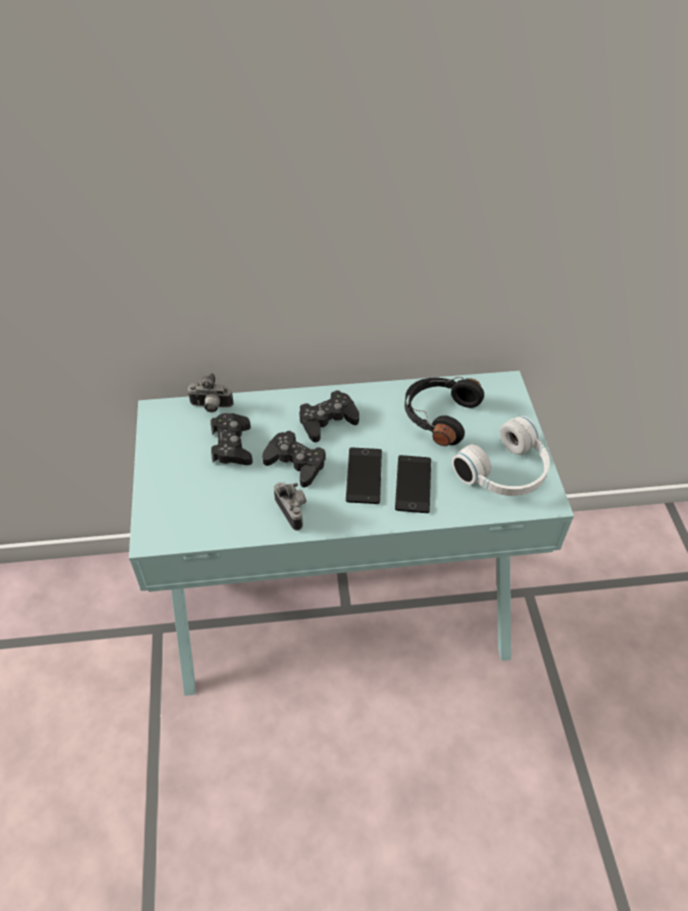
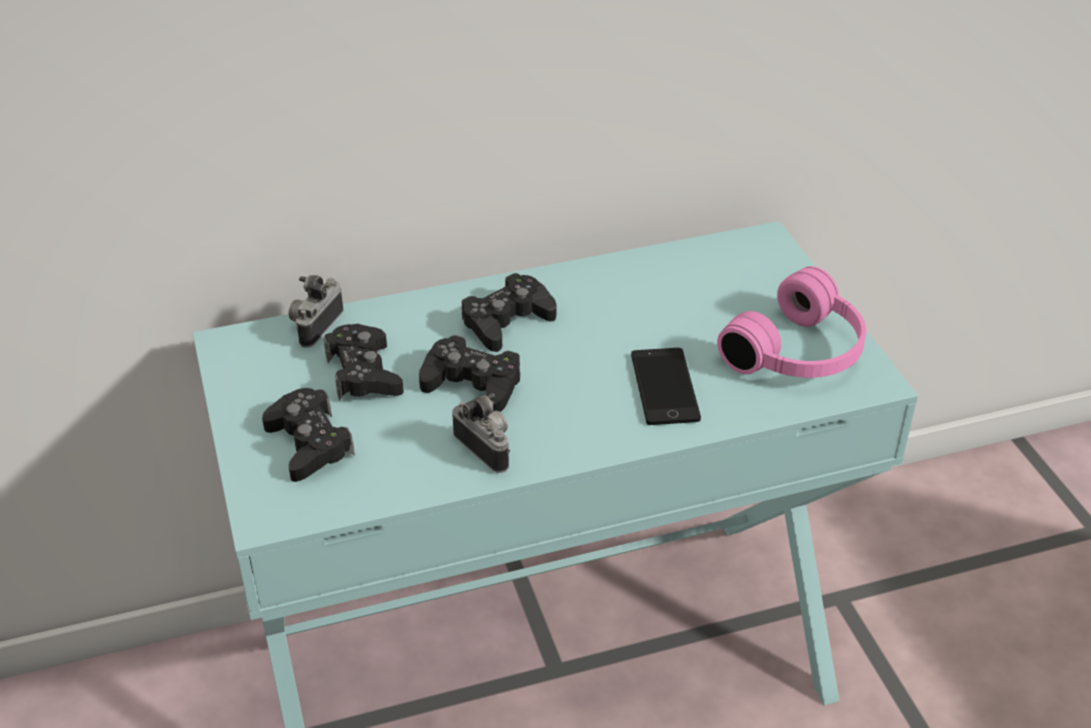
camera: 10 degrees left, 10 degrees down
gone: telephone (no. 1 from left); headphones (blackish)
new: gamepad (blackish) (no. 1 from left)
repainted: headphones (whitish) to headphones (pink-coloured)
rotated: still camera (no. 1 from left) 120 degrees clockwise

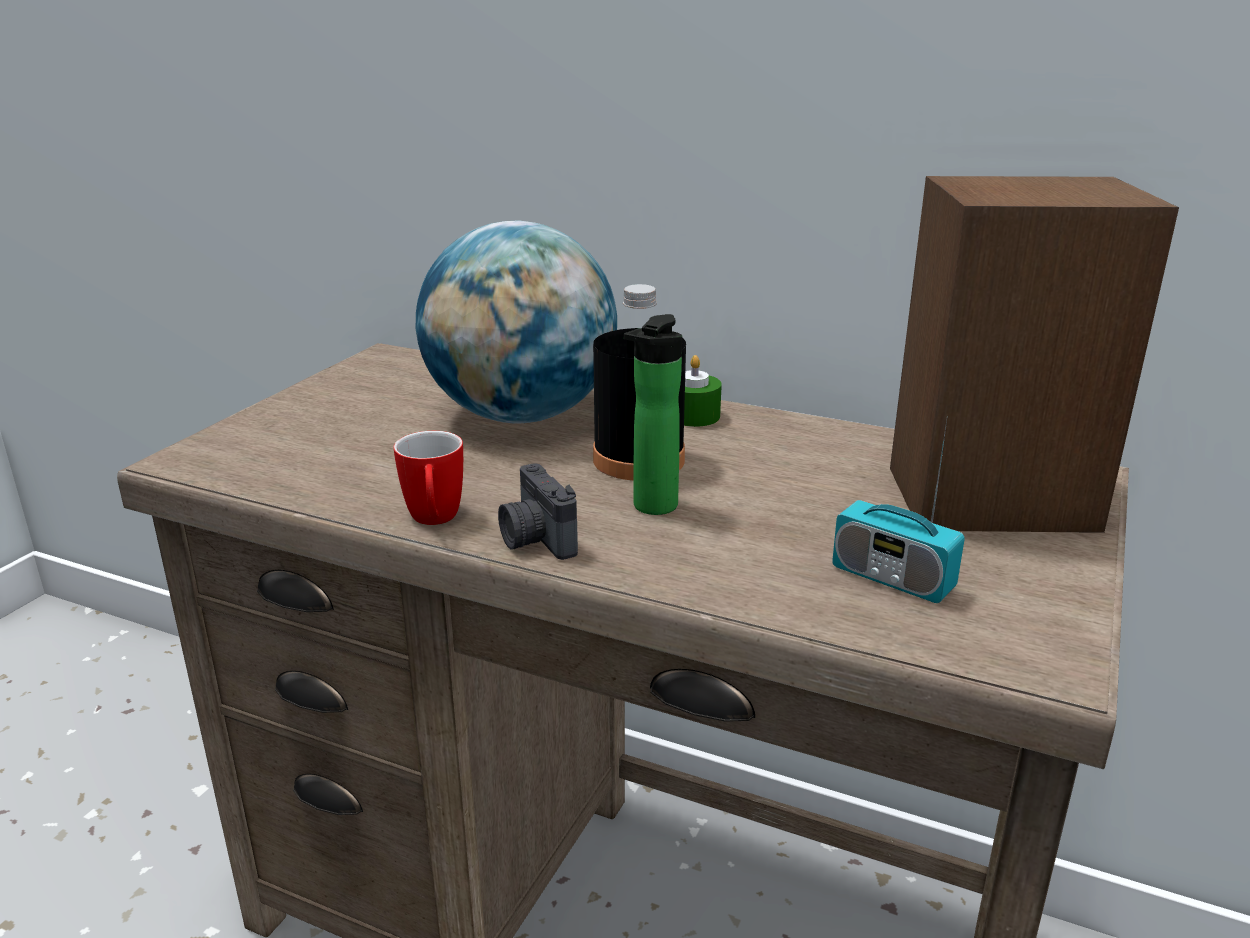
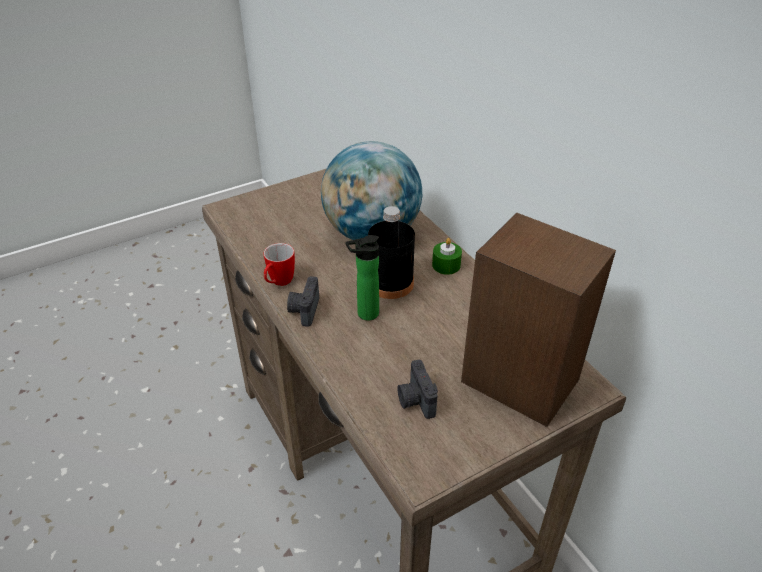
camera: 35 degrees right, 15 degrees up
swapped: radio receiver to still camera (no. 2 from left)

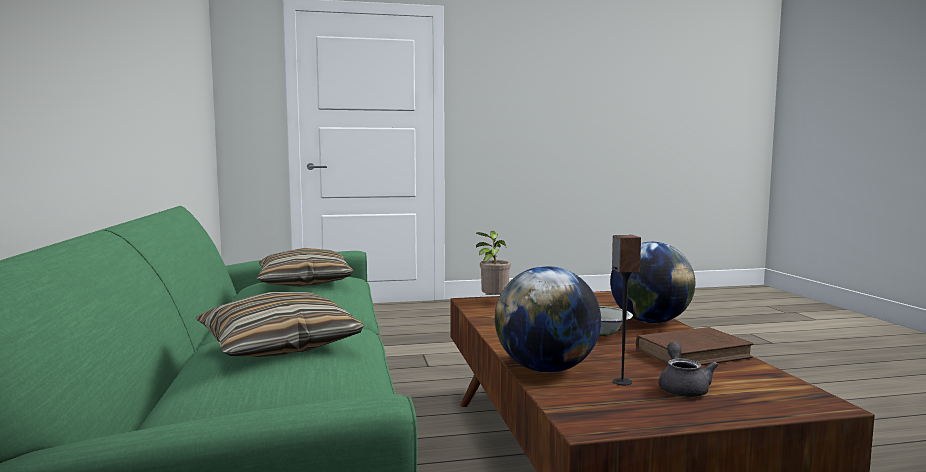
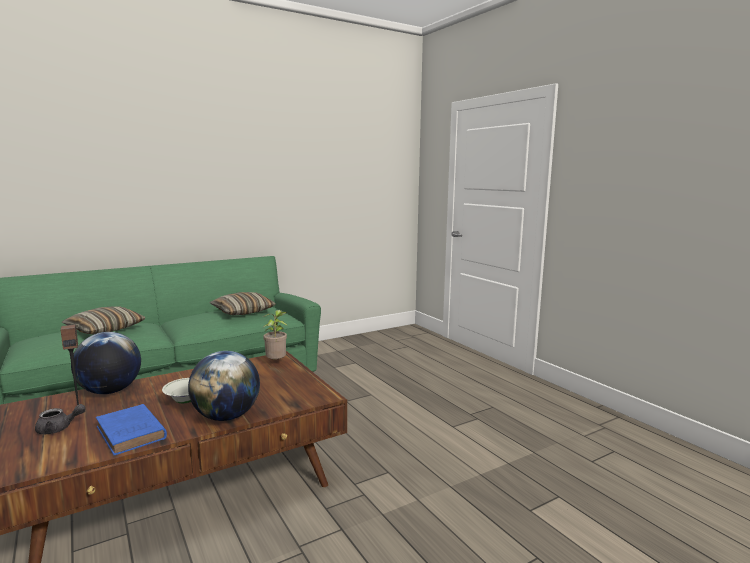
camera: 70 degrees right, 5 degrees up
repainted: volume (brownish) to volume (blue)

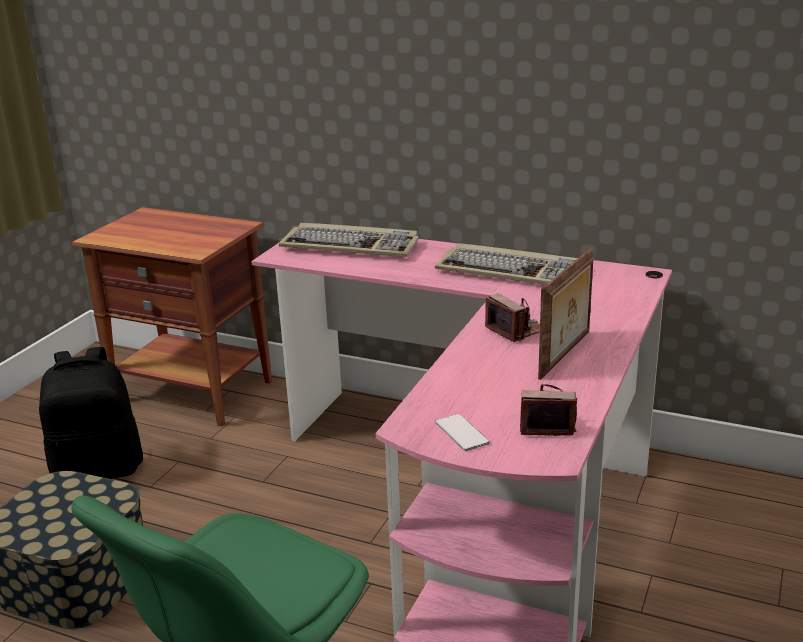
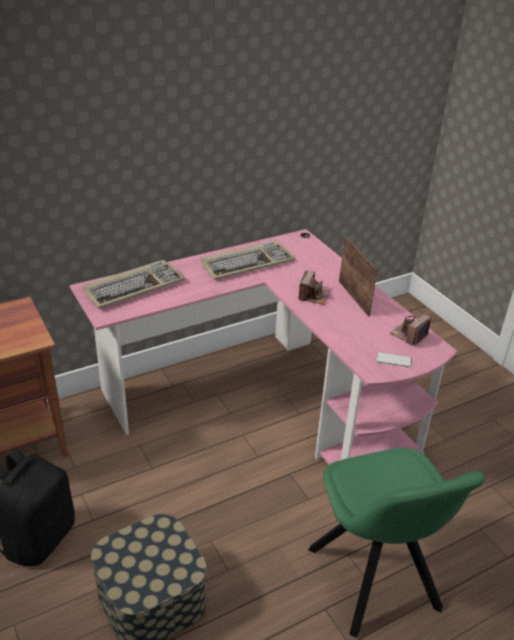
camera: 55 degrees left, 10 degrees up
rotated: still camera (no. 1 from left) 105 degrees clockwise

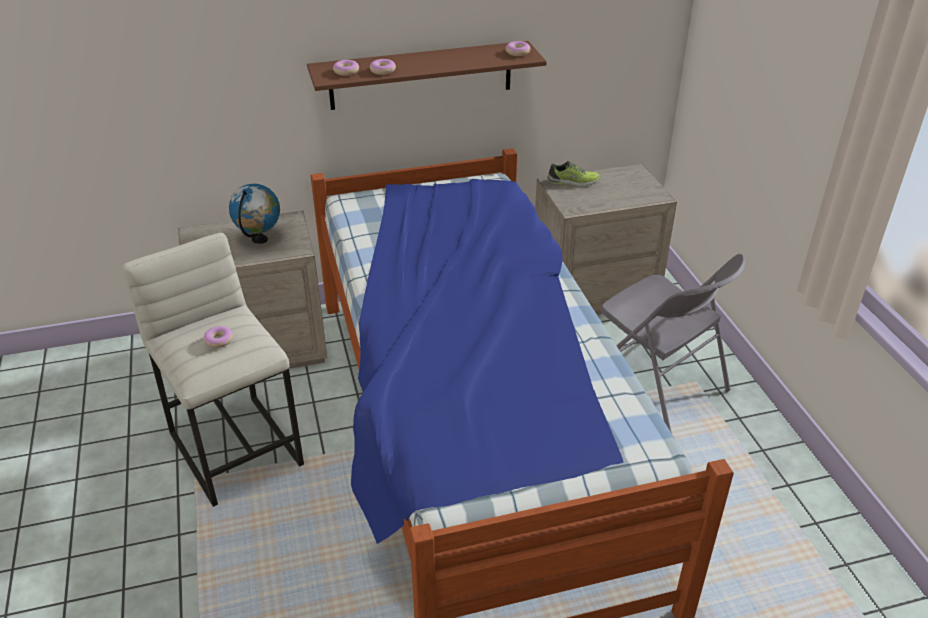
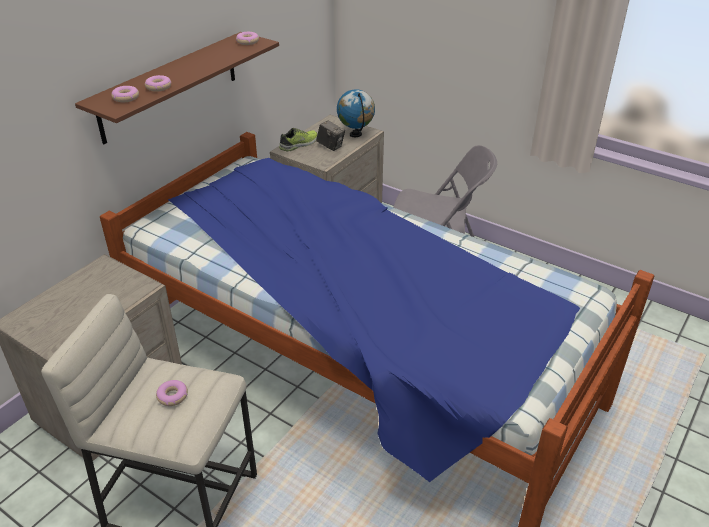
camera: 40 degrees left, 0 degrees up
new: still camera
shifted: globe

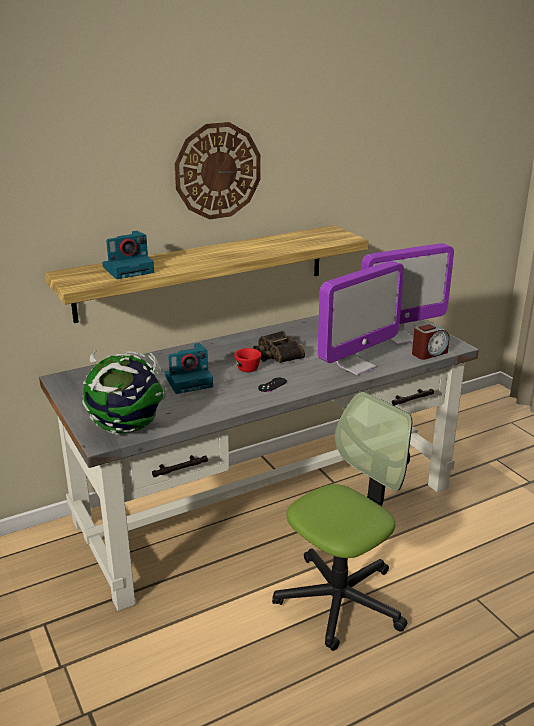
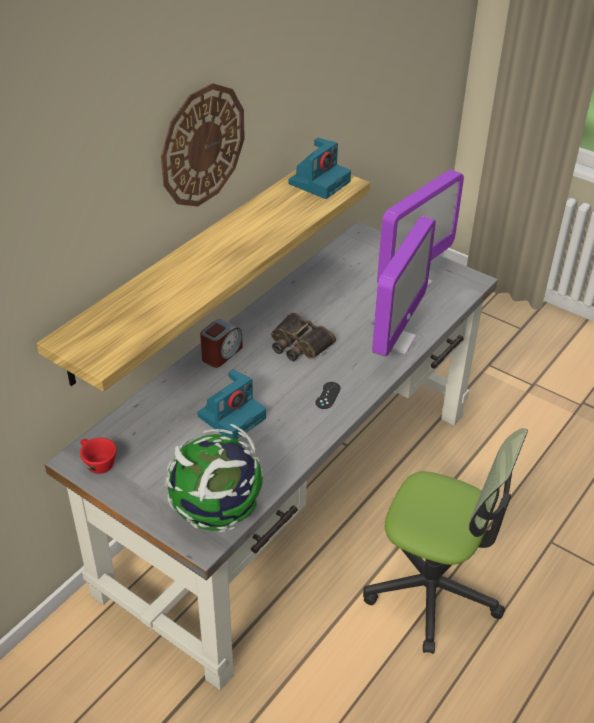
camera: 25 degrees left, 15 degrees up
shifted: cup (red); alarm clock; still camera (no. 1 from left in the first image) to still camera (no. 2 from left)
rotated: office chair 90 degrees clockwise

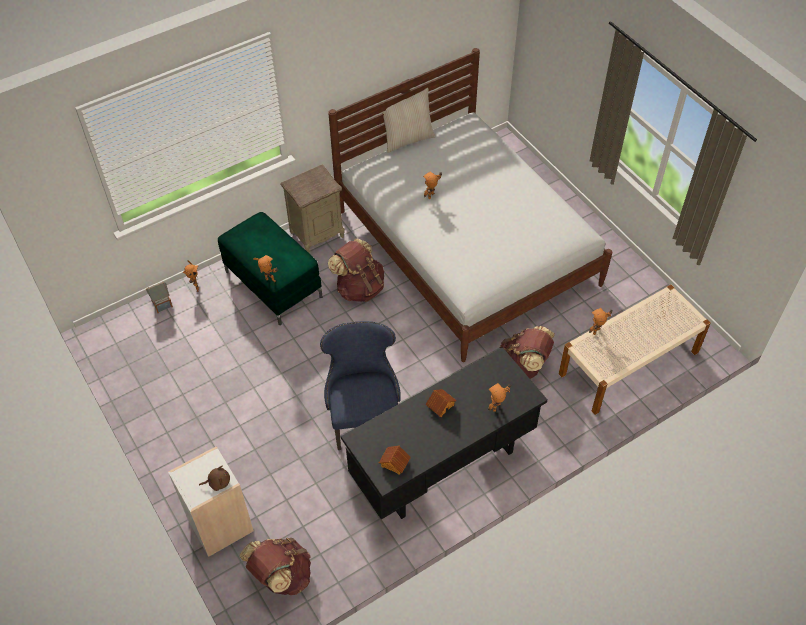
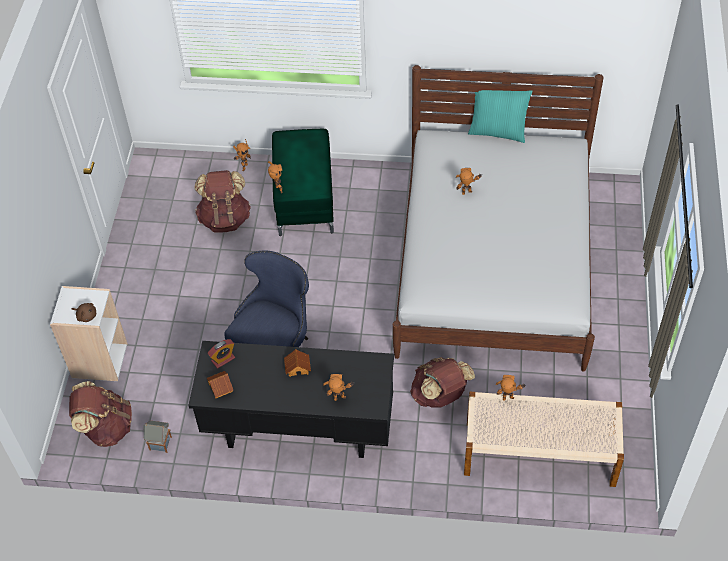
camera: 40 degrees right, 0 degrees up
gone: bedside table (beige-coloured)
new: alarm clock
shifted: miniature house (no. 1 from left); knapsack (brownish) (no. 2 from left)
repainted: cushion (beige-coloured) to cushion (turquoise)

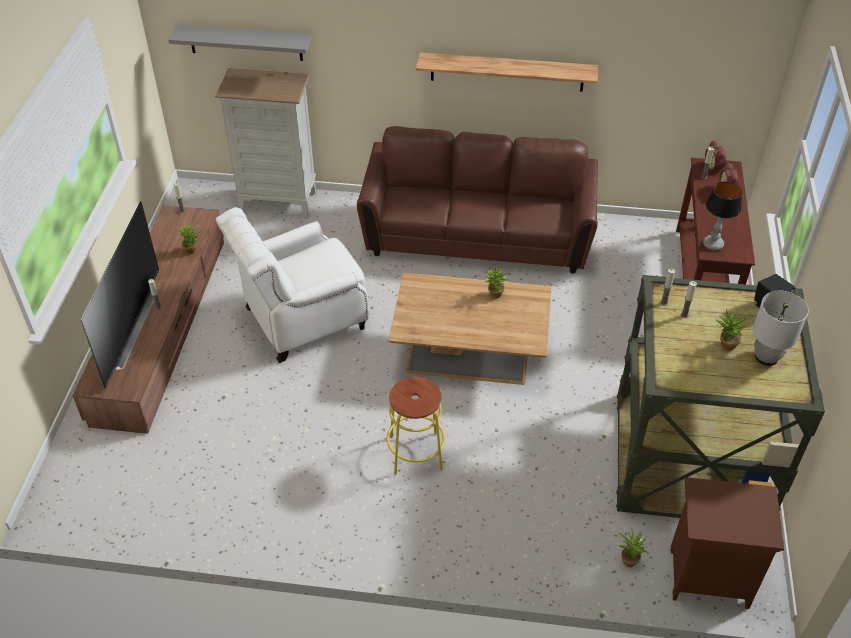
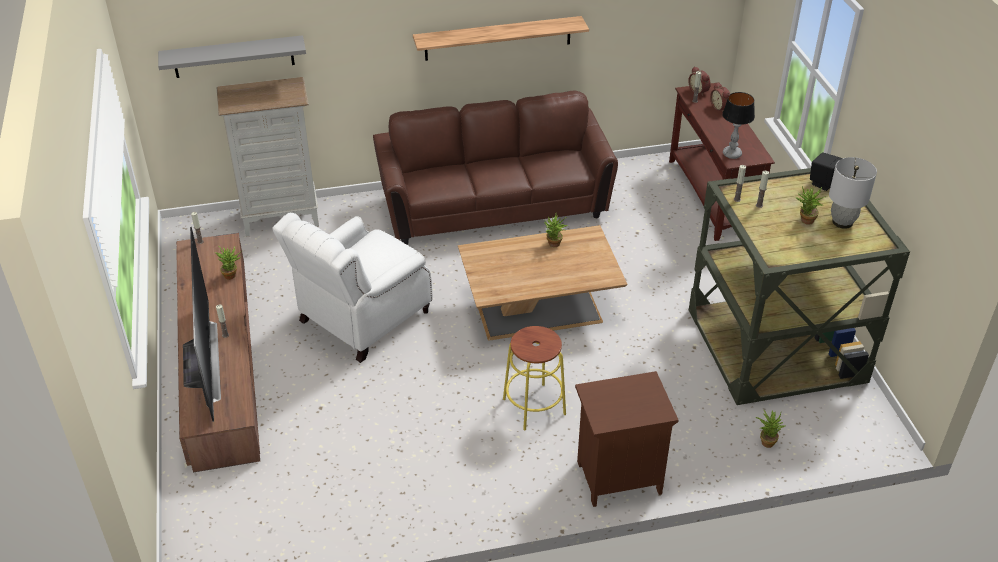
camera: 20 degrees left, 5 degrees down
shifted: bedside table (brownish)

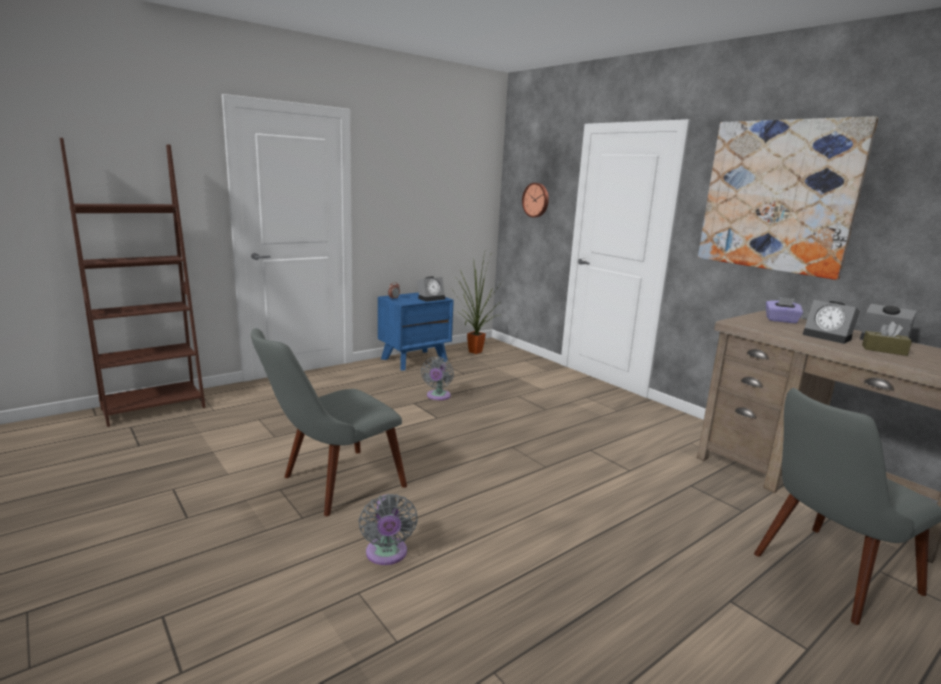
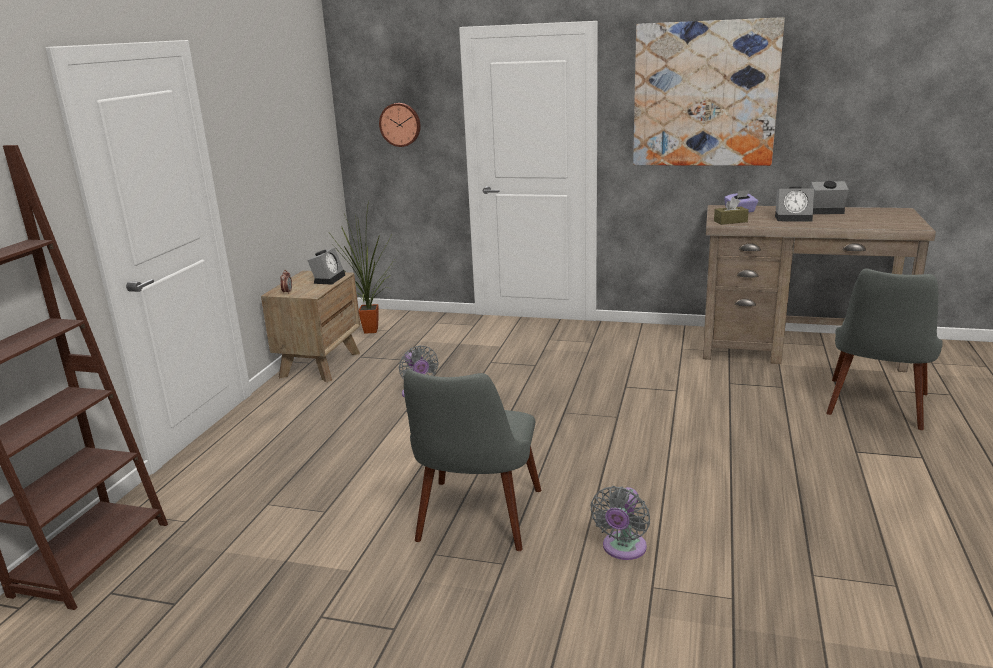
camera: 35 degrees left, 5 degrees up
shifted: tissue holder (brownish)
repainted: bedside table (blue) to bedside table (brownish)
rotated: electric fan (greyish) (no. 1 from left in the first image) 75 degrees clockwise

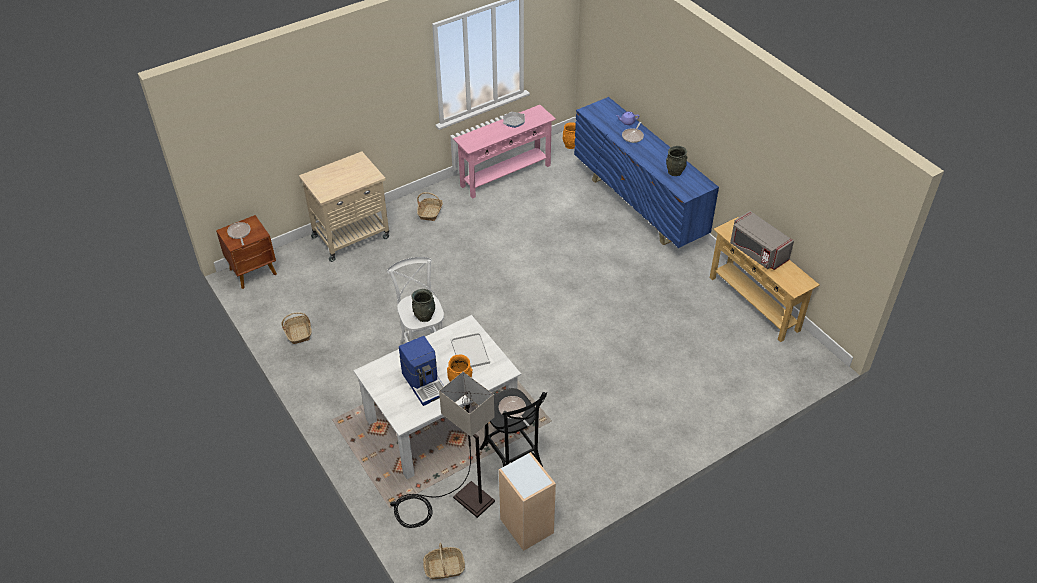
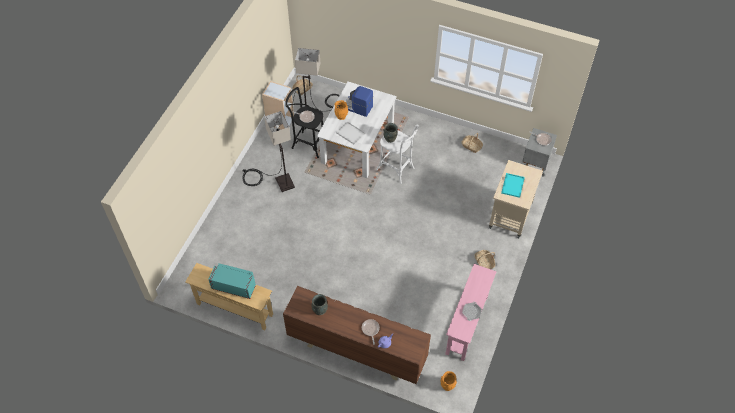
camera: 145 degrees right, 10 degrees up
new: standing lamp (no. 1 from left); carrying tray (turquoise)
repainted: microwave (greyish) to microwave (turquoise); cabinet (blue) to cabinet (brownish); bedside table (brownish) to bedside table (greyish)

